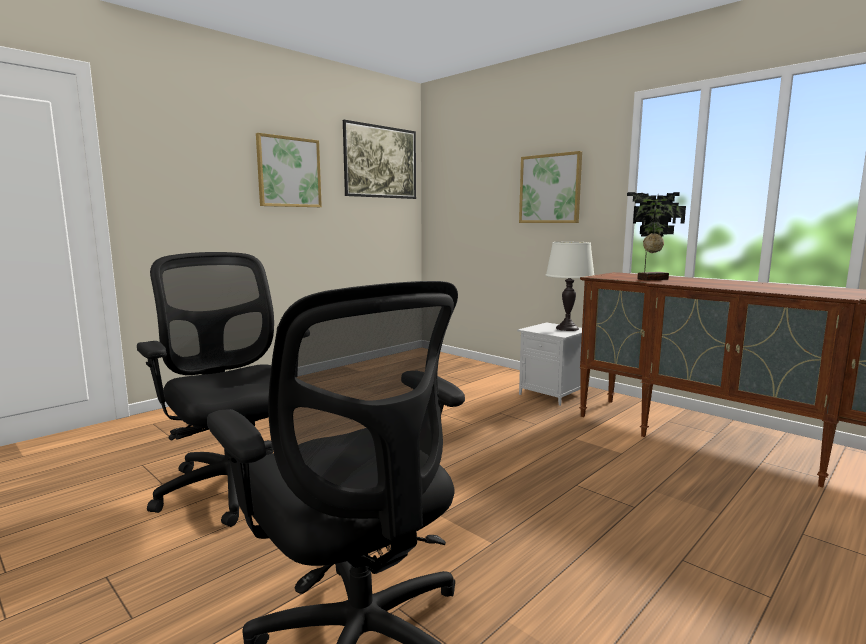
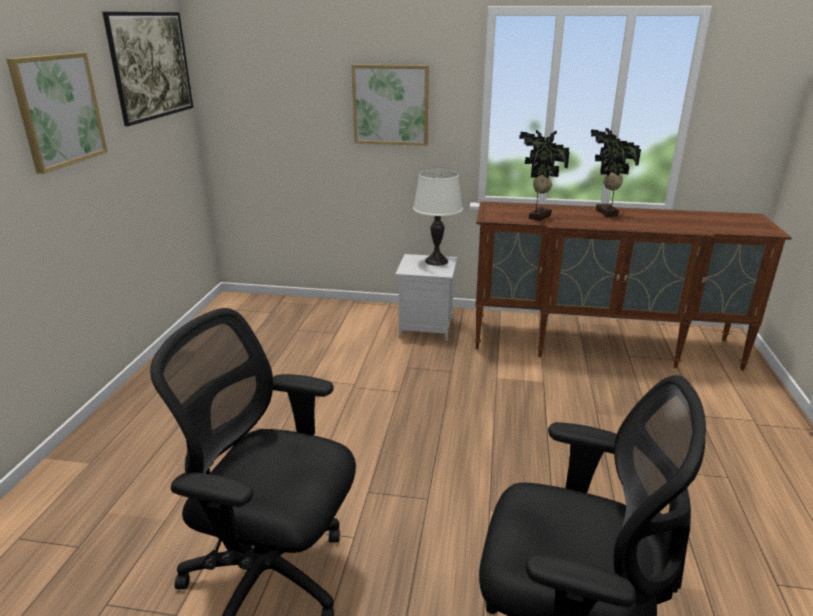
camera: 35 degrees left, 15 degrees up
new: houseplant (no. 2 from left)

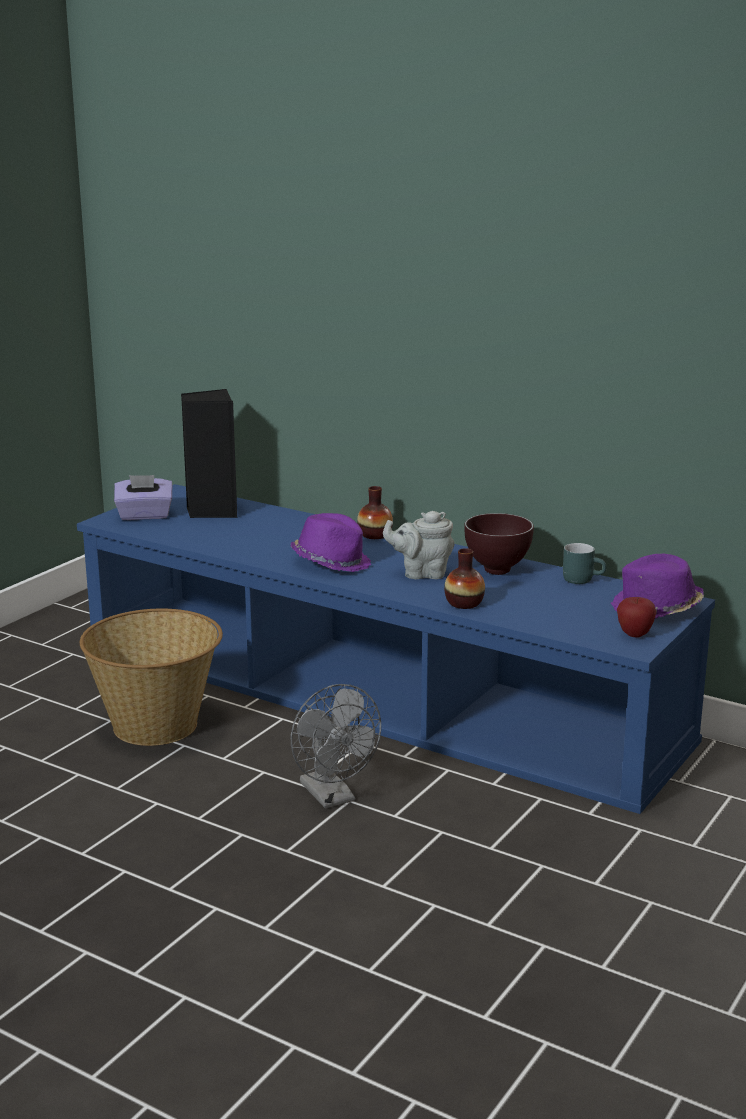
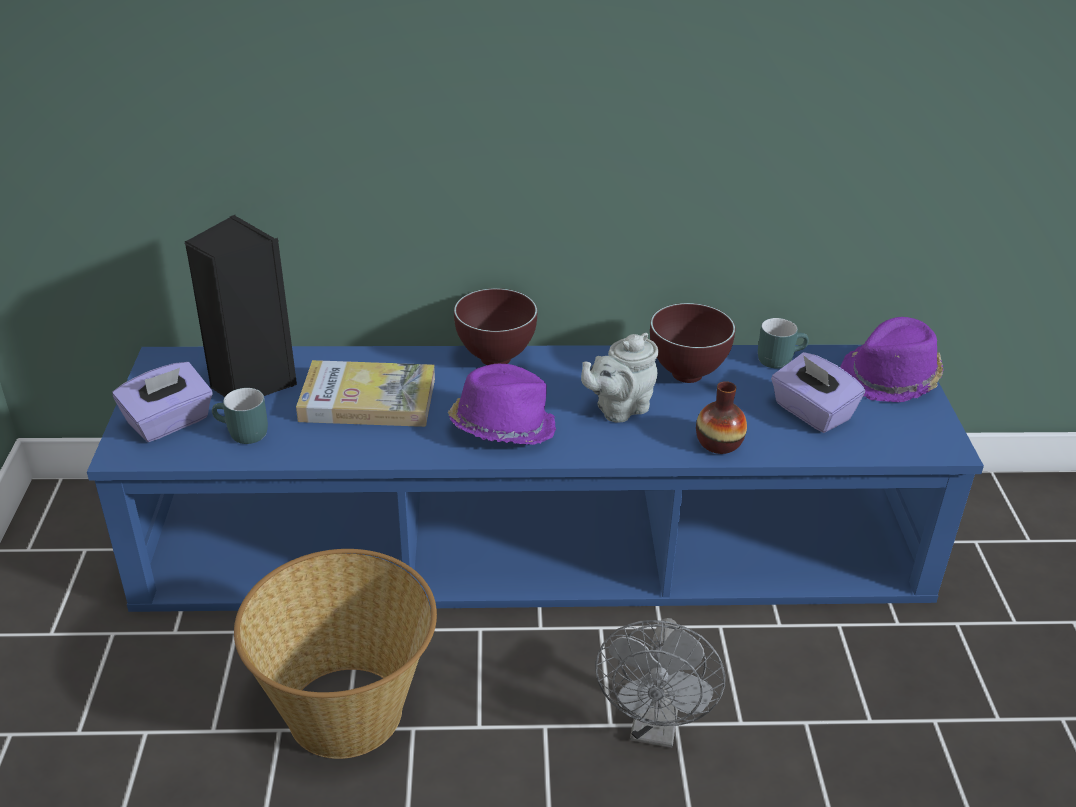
camera: 35 degrees left, 15 degrees up
gone: whole apple
new: mug (turquoise) (no. 1 from left); volume; tissue holder (purplish) (no. 2 from left)
swapped: flower vase (no. 1 from left) to bowl (brownish) (no. 1 from left)
rotated: electric fan (greyish) 75 degrees clockwise

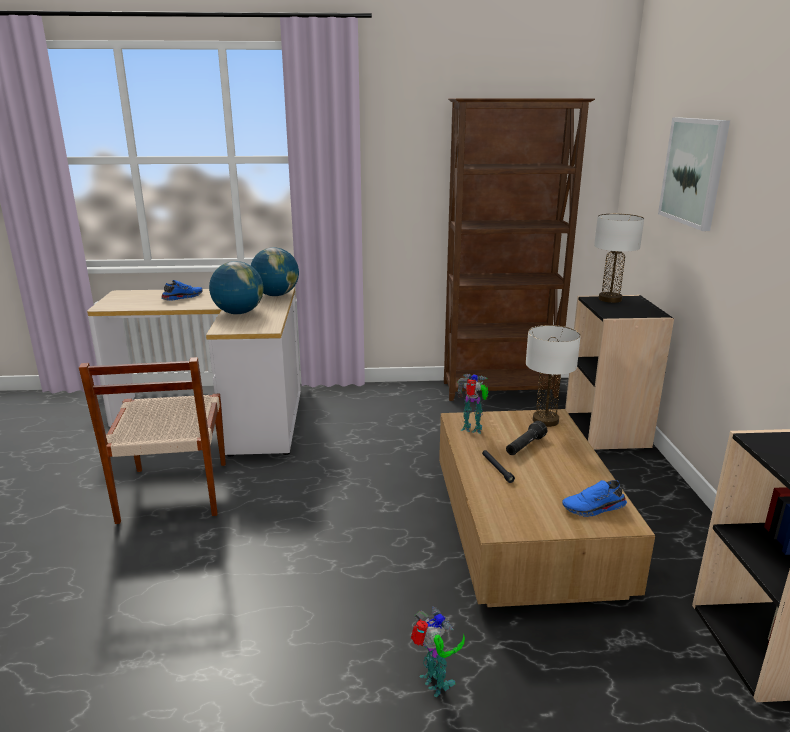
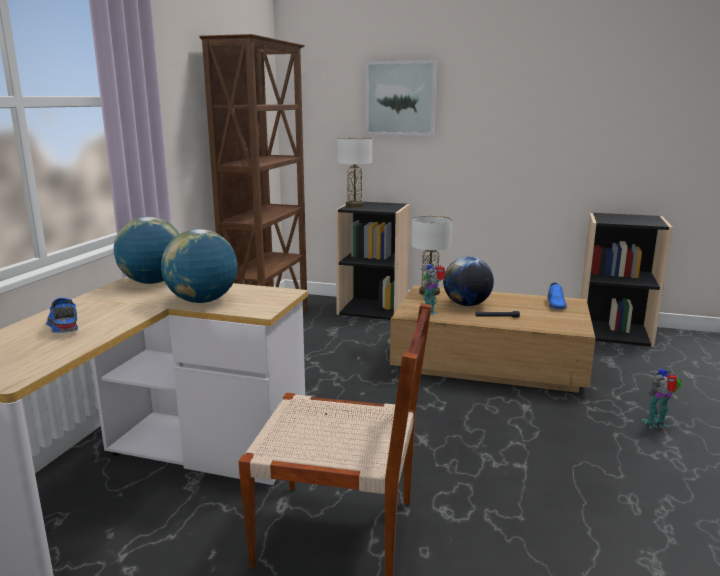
camera: 70 degrees left, 5 degrees down
swapped: flashlight (blackish) (no. 2 from left) to globe (no. 3 from left)

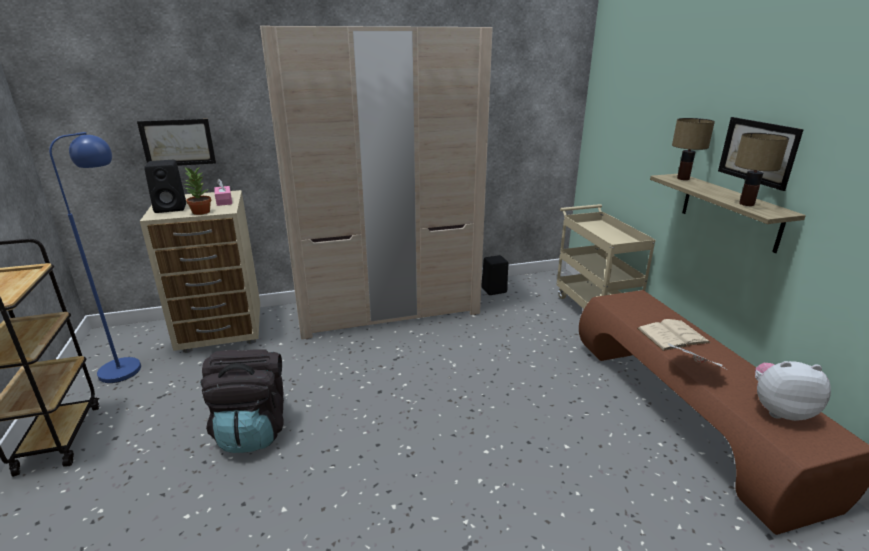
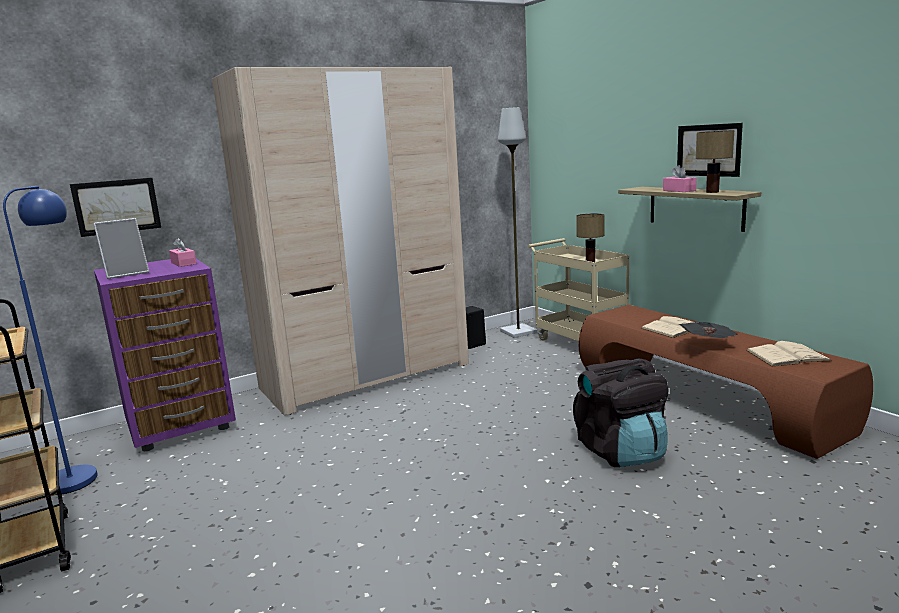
camera: 15 degrees left, 10 degrees down
gone: houseplant
new: standing lamp (greyish); tissue holder (pink-coloured) (no. 2 from left)
shifted: knapsack (blackish); lamp for a table (no. 1 from left)
swapped: audio speaker (blackish) (no. 1 from left) to picture frame; plush toy to volume (beige-coloured) (no. 2 from left)
repainted: dresser (beige-coloured) to dresser (purplish)

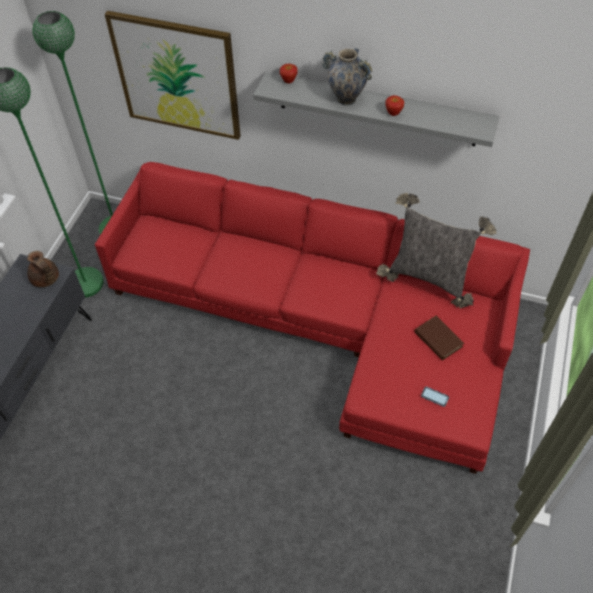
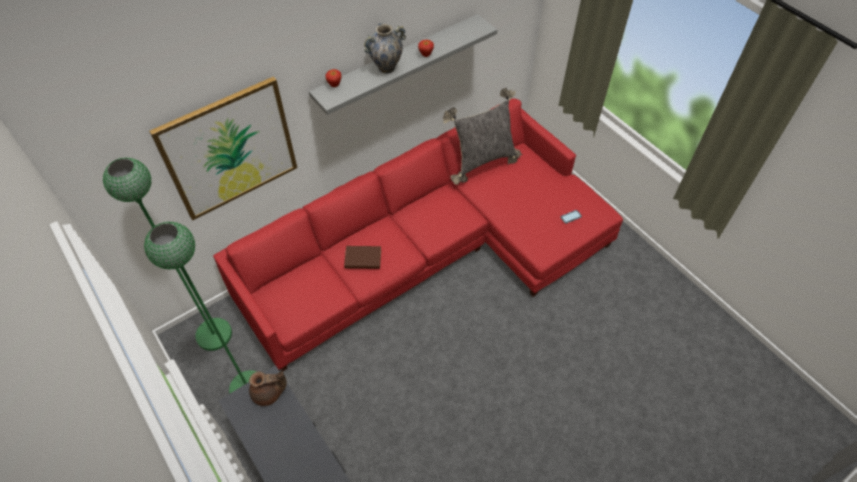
camera: 55 degrees left, 0 degrees up
shifted: volume (brownish)

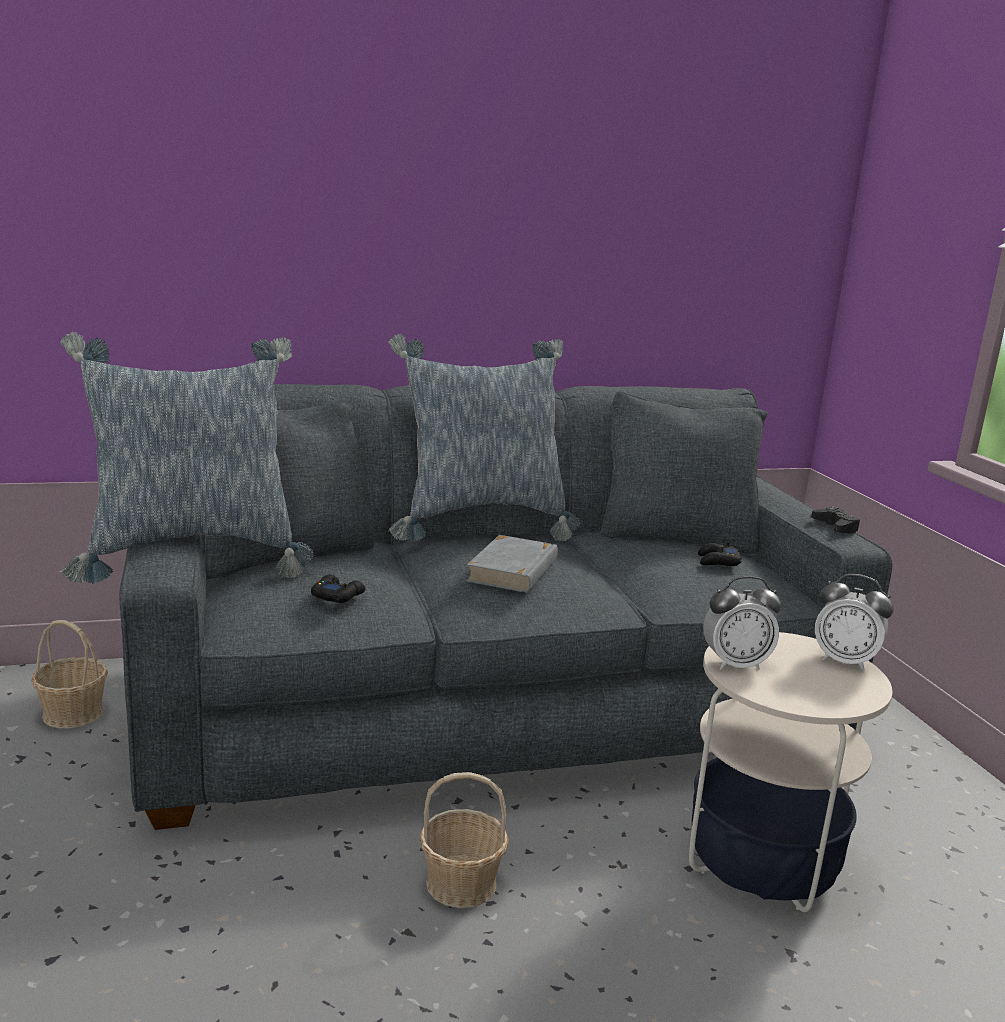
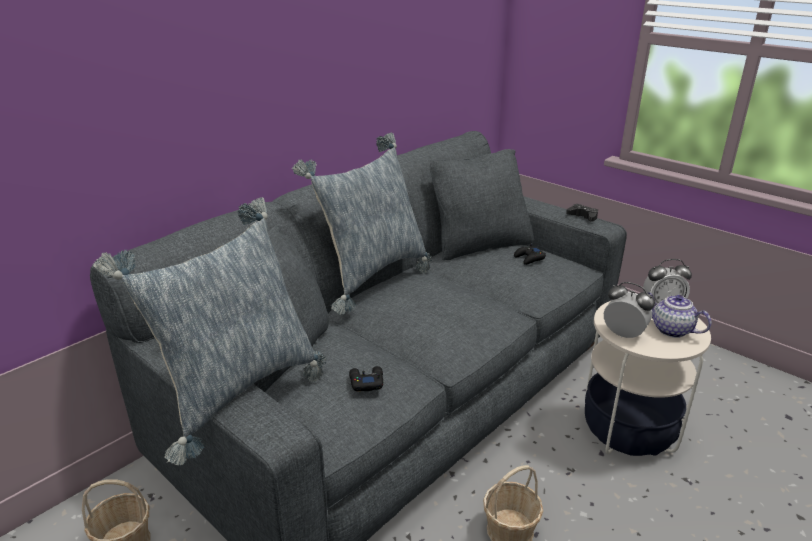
camera: 30 degrees left, 10 degrees up
gone: volume (greyish)
new: tea pot
rotated: alarm clock (no. 1 from left) 105 degrees counterclockwise

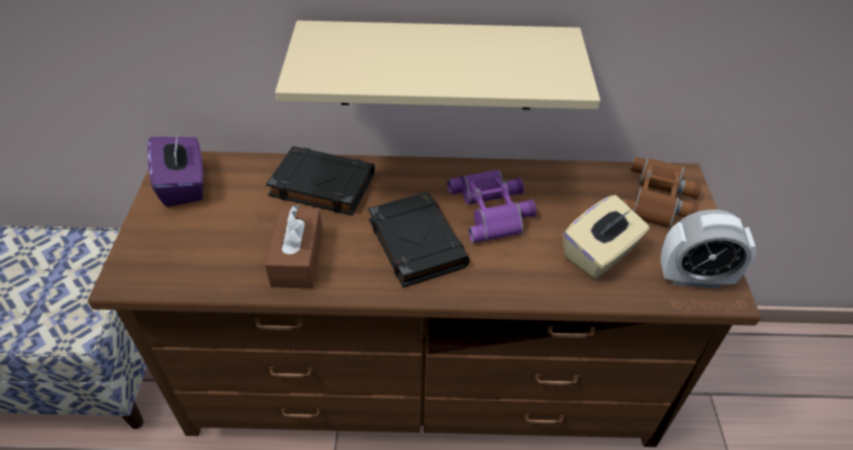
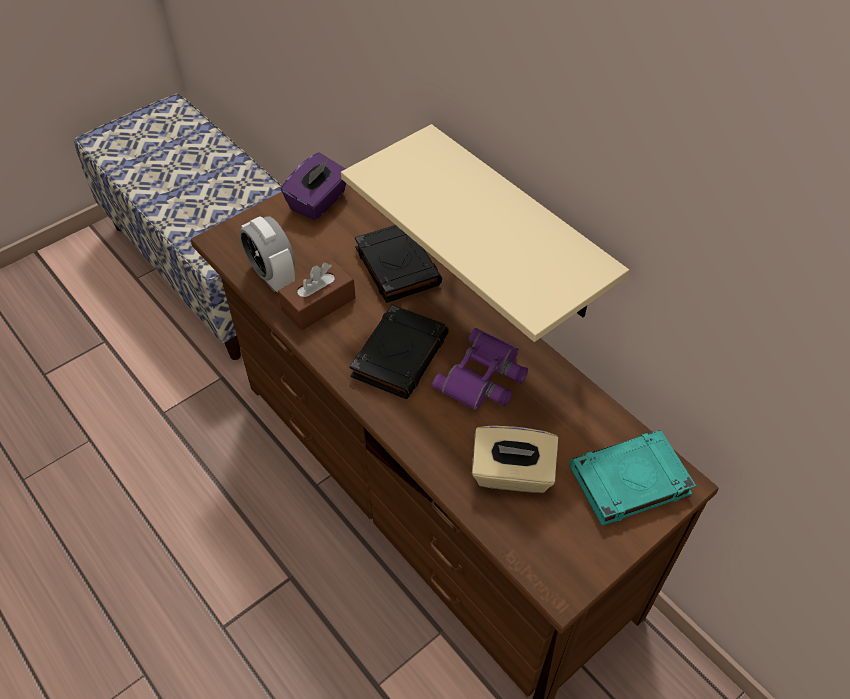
camera: 50 degrees right, 5 degrees up
shifted: alarm clock
swapped: pair of binoculars (brownish) to volume (turquoise)

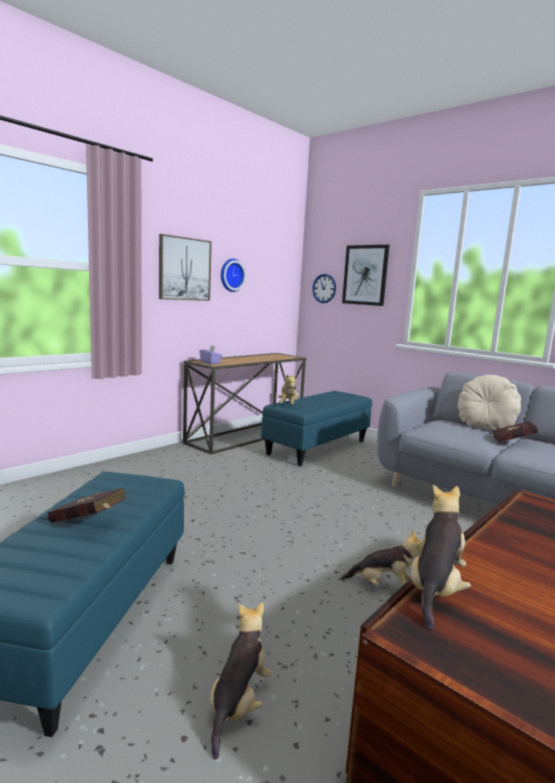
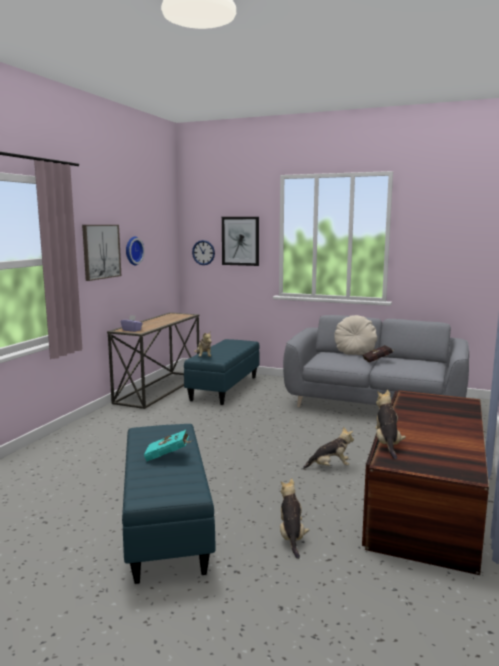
camera: 20 degrees left, 0 degrees up
repainted: volume (red) (no. 1 from left) to volume (turquoise)

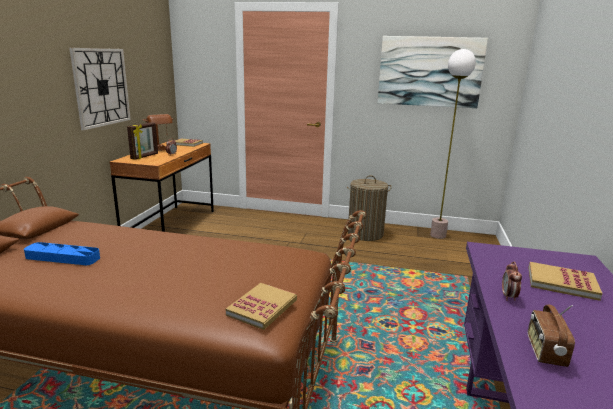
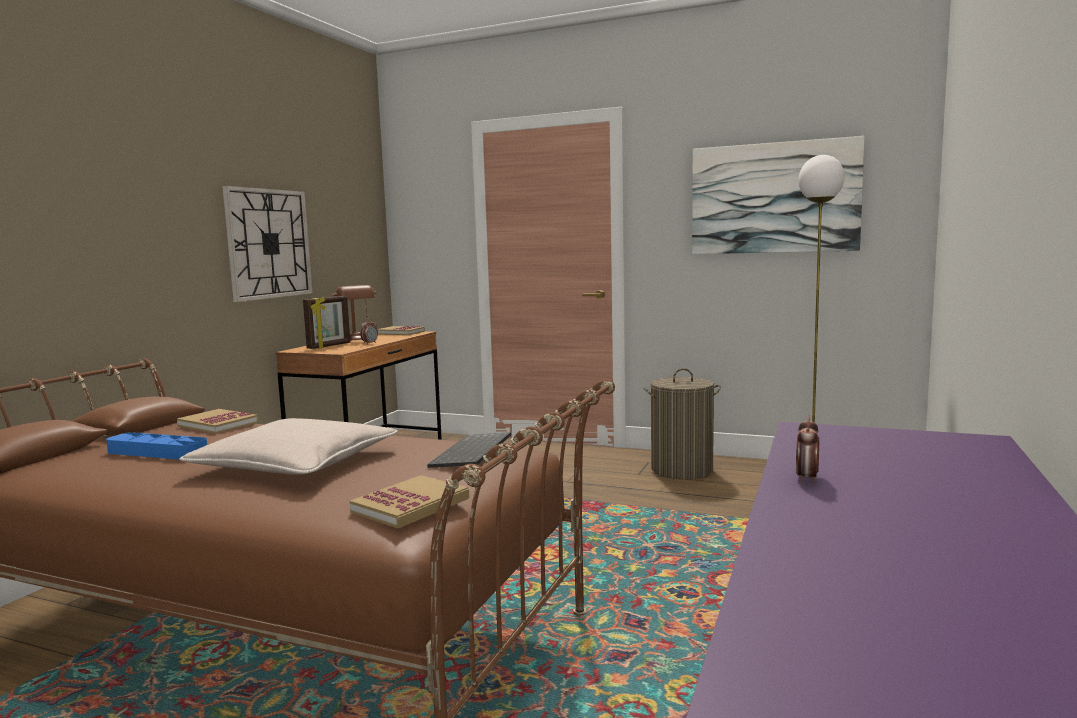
camera: 10 degrees right, 10 degrees down
gone: radio receiver
new: cushion (beige-coloured); PC keyboard
shifted: volume (no. 3 from left in the first image) to volume (no. 1 from left)

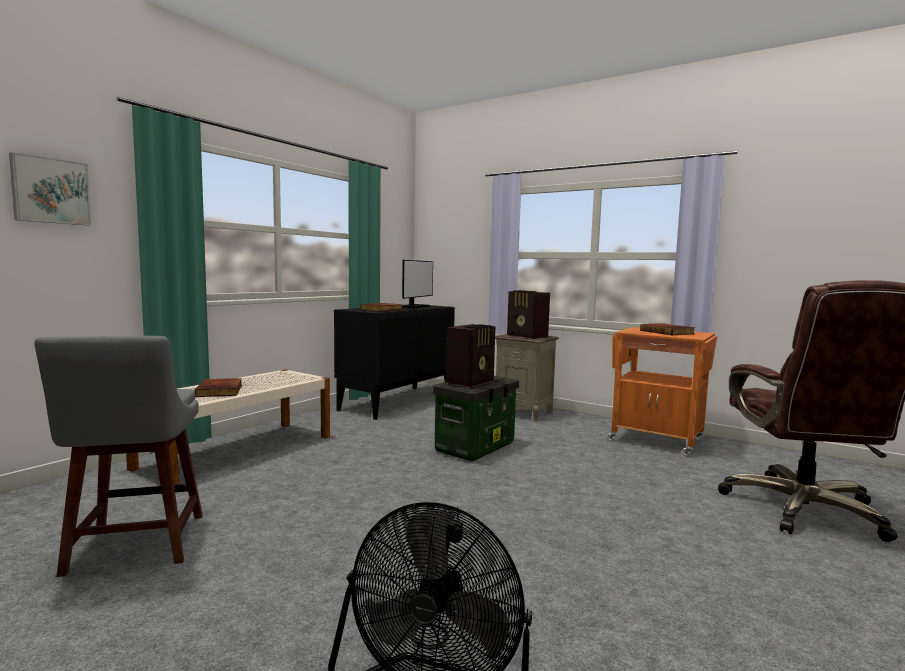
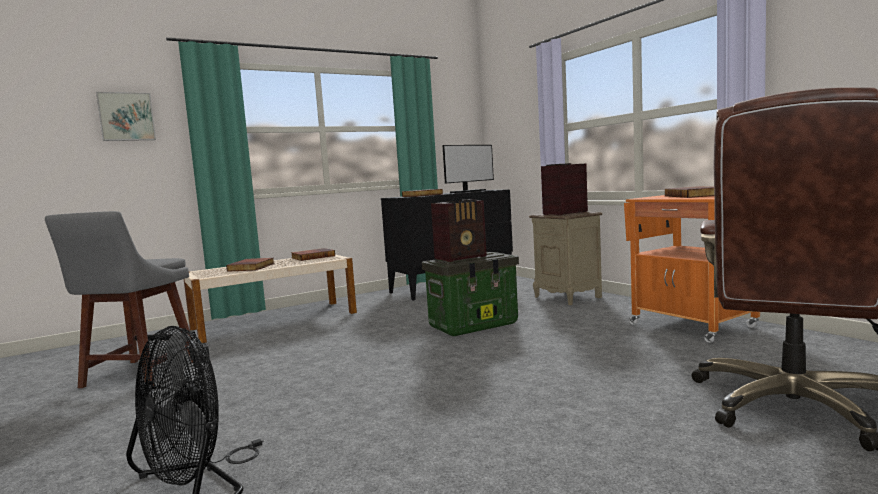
camera: 25 degrees right, 0 degrees up
new: volume (no. 2 from left)
rotated: radio receiver (no. 2 from left) 75 degrees clockwise

